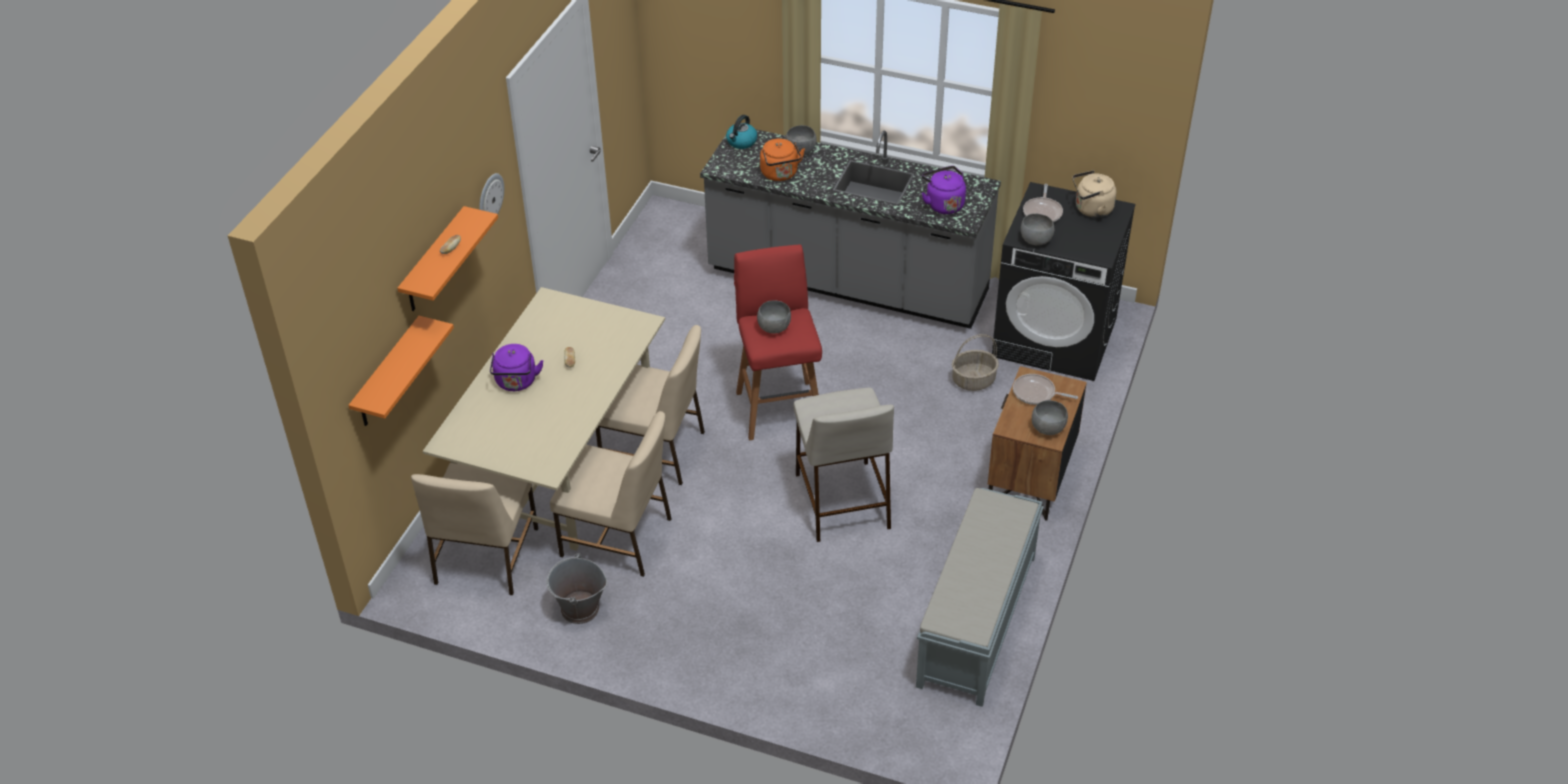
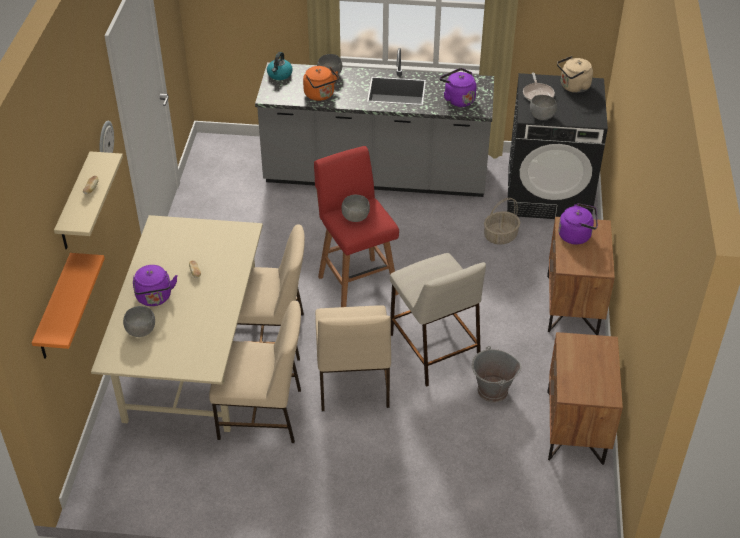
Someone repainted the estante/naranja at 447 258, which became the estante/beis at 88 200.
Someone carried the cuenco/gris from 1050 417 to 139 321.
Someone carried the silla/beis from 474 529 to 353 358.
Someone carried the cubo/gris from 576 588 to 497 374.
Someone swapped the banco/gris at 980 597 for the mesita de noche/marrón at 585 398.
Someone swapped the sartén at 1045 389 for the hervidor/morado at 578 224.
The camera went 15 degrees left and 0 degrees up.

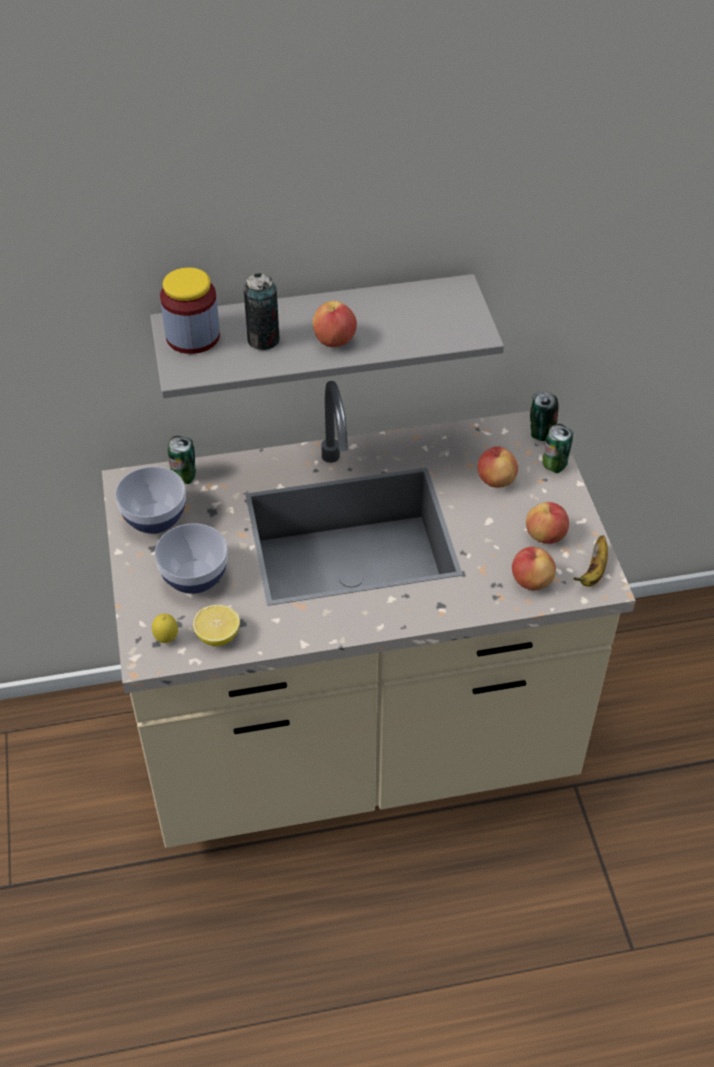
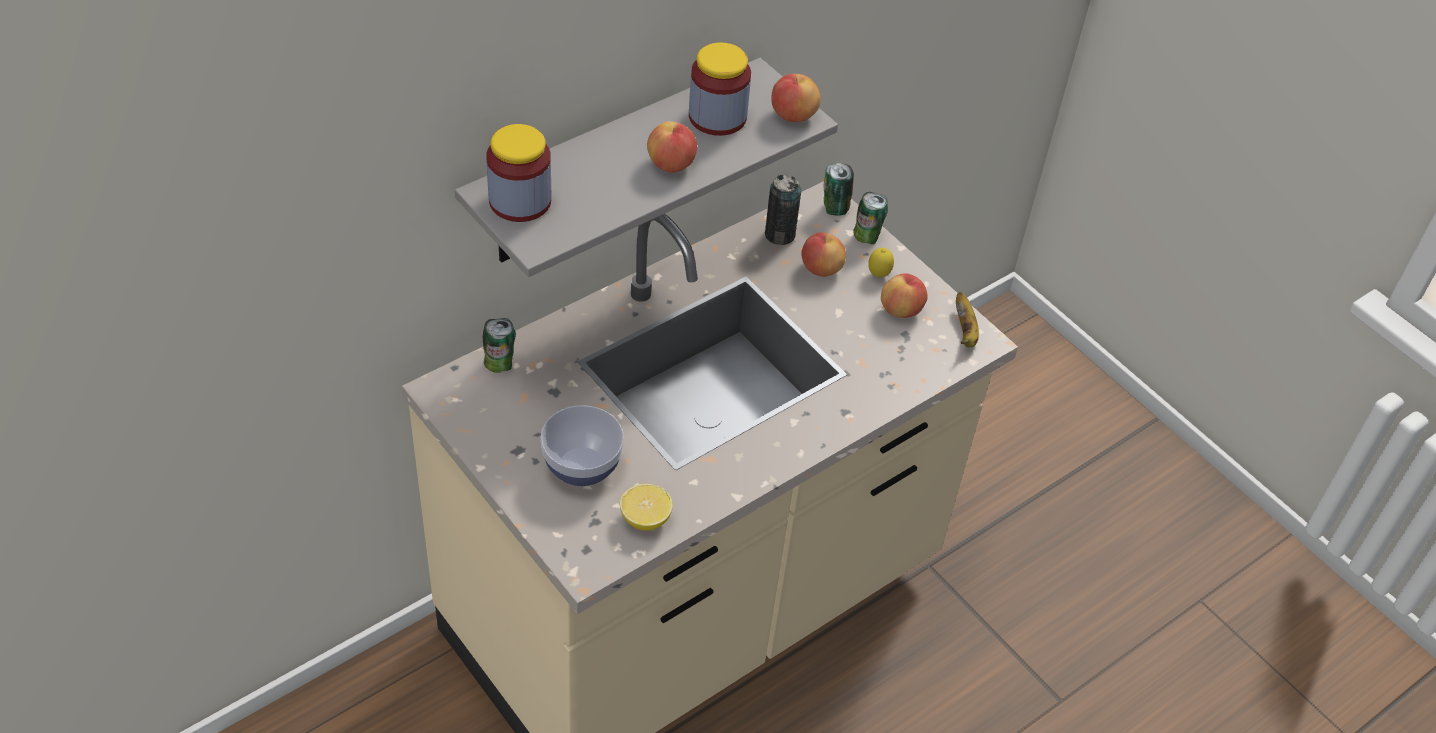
Someone put down the tarro at 720 89.
Someone carried the lata from 262 311 to 783 209.
Someone carried the manzana from 534 568 to 796 98.
Someone carried the limón from 165 628 to 881 262.
Someone took away the cuenco at 150 500.
The camera went 30 degrees left and 0 degrees up.

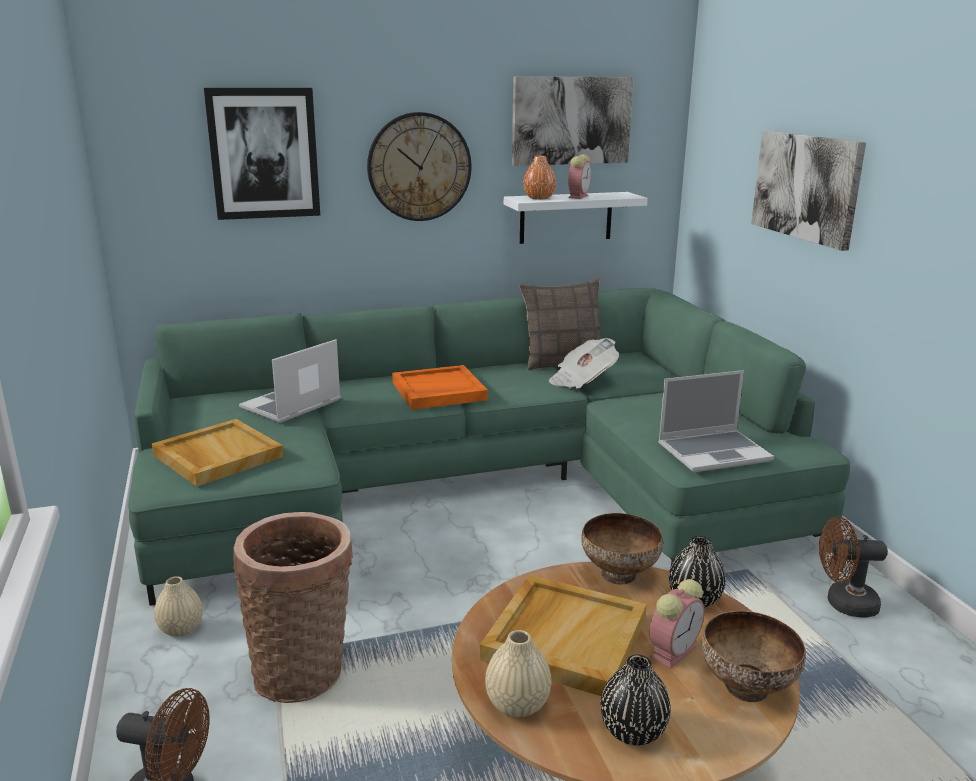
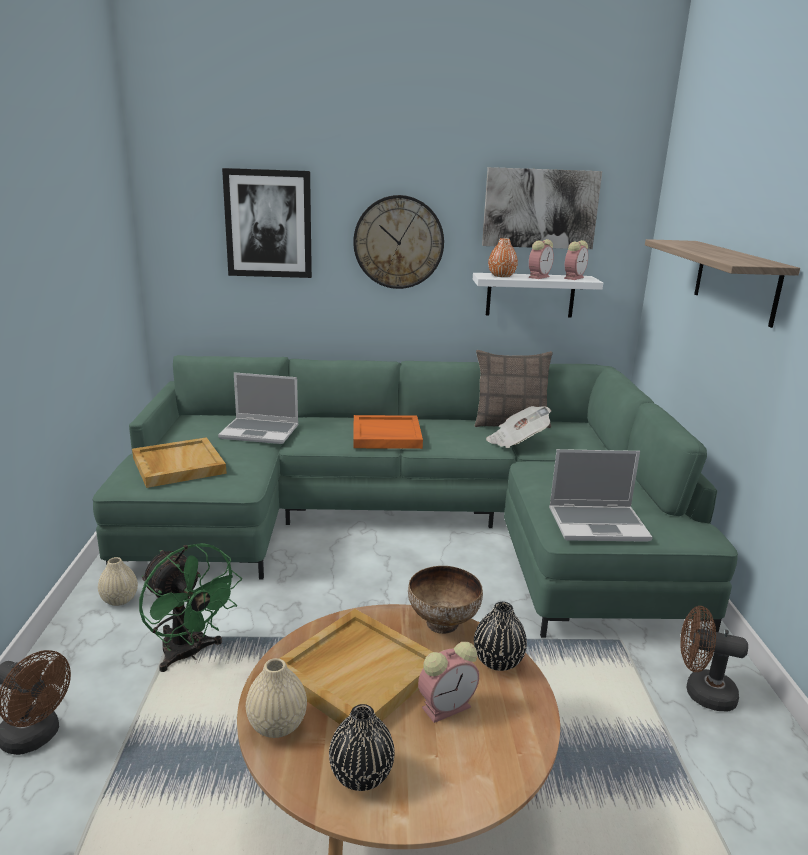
Someone swapped the cesta at 293 607 for the ventilador/verde at 190 607.
Someone rotated the portátil at 290 381 by 135 degrees counterclockwise.
Someone put down the despertador at 576 260.
Someone swapped the cuadro at 808 191 for the estante at 722 283.
Someone took away the cuenco at 754 656.
The camera went 15 degrees right and 0 degrees up.

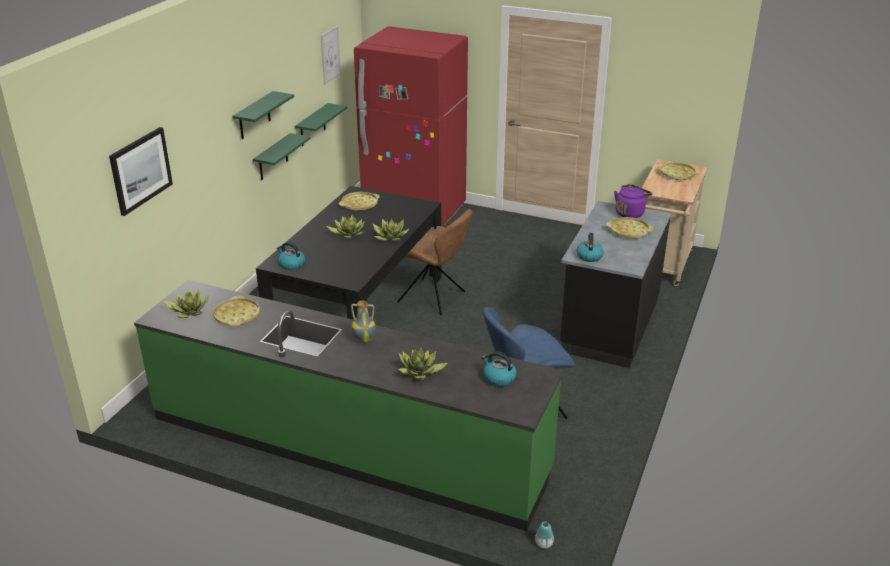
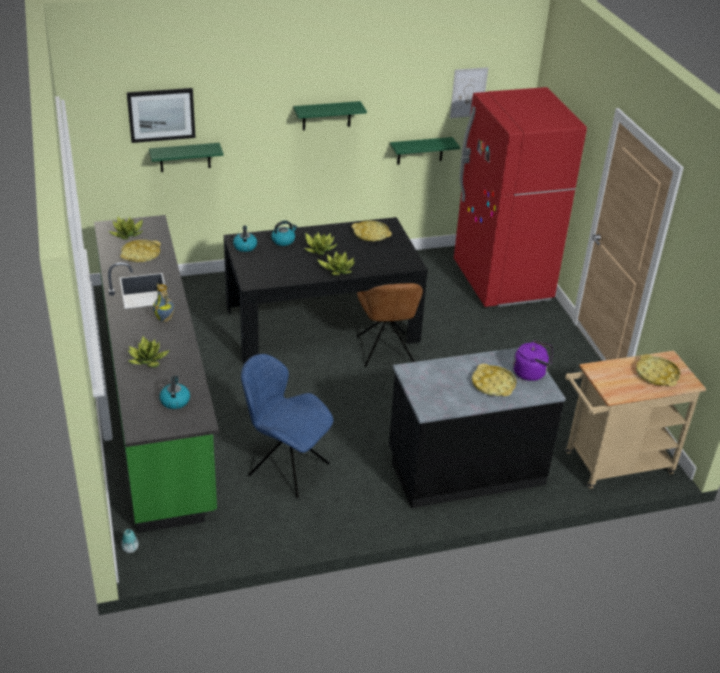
Someone carried the estante/verde from 282 156 to 186 157.
Someone carried the hervidor from 590 247 to 284 233.
The camera went 50 degrees right and 5 degrees up.

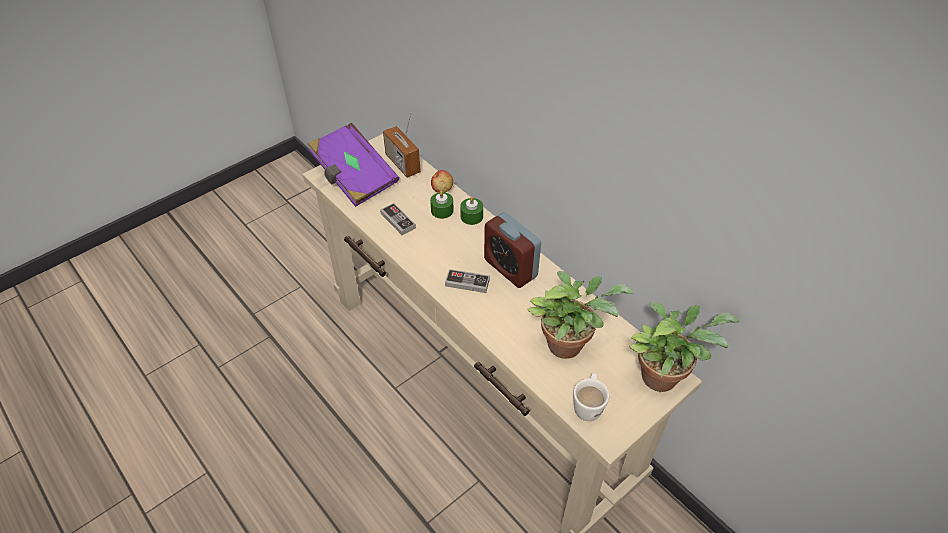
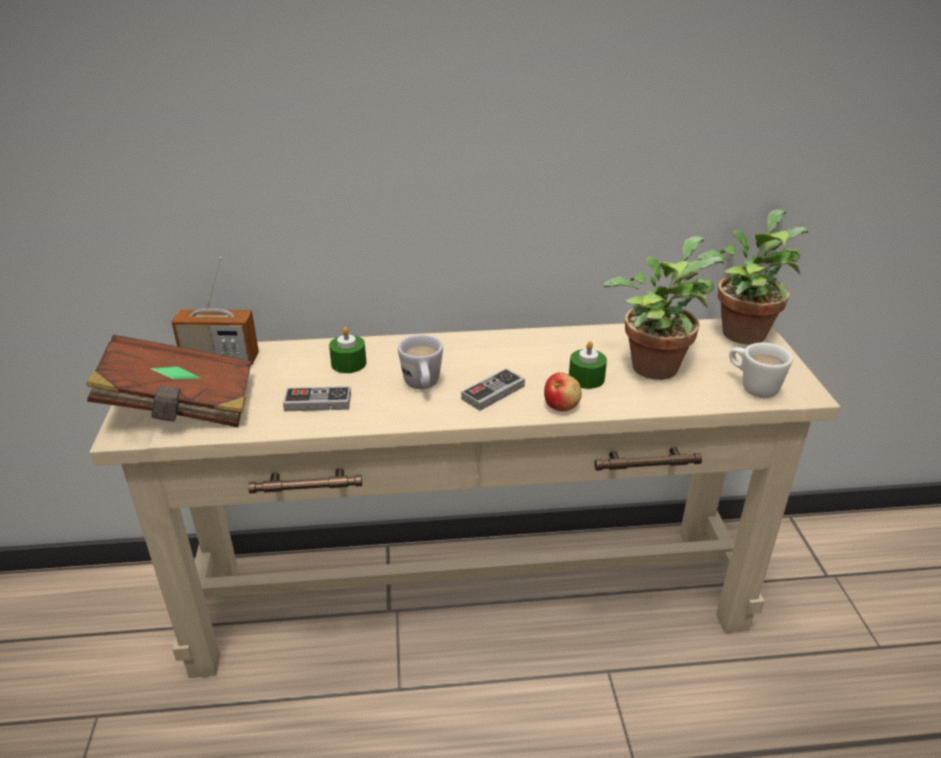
Someone repainted the libro/morado at 353 165, which became the libro/marrón at 169 381.
Someone put down the taza grande/blanco at 420 362.
Someone carried the manzana from 442 181 to 563 391.
Someone carried the vela/verde from 471 211 to 588 365.
Someone took away the despertador at 512 250.
The camera went 55 degrees left and 15 degrees down.

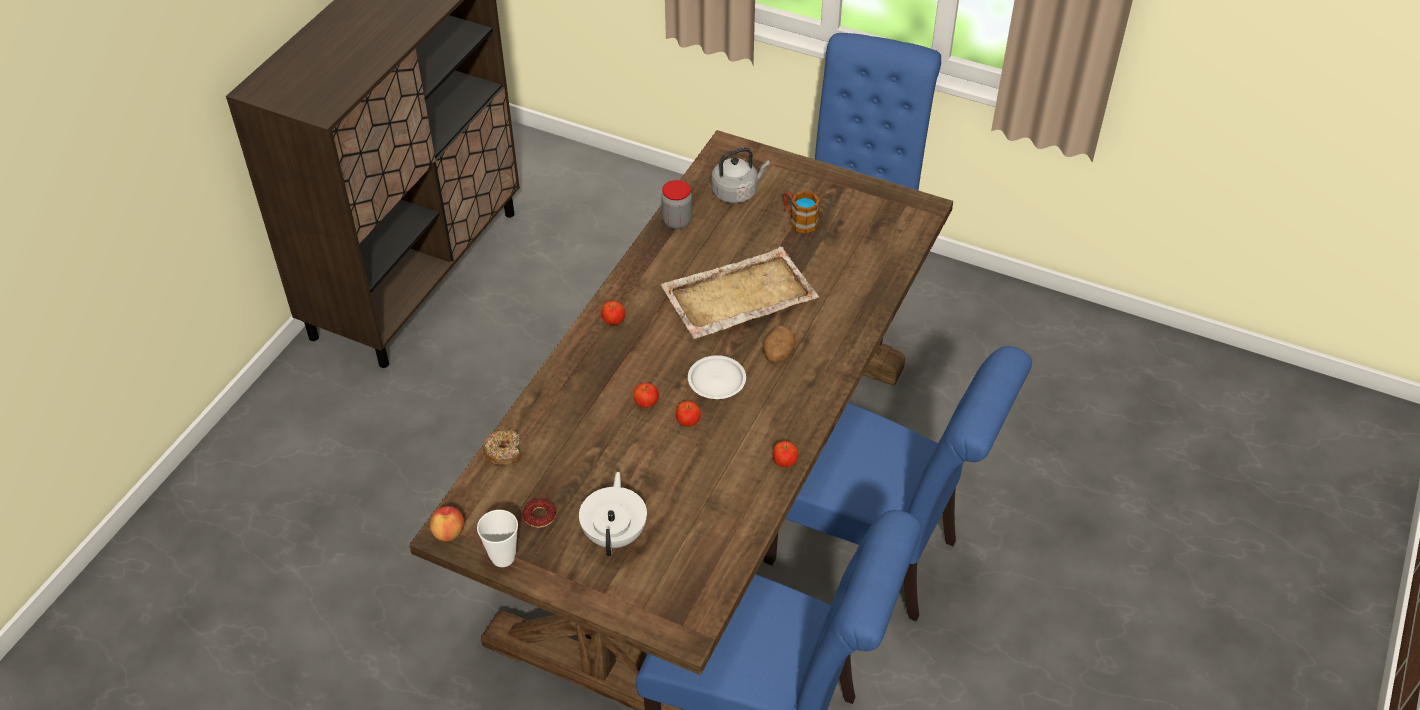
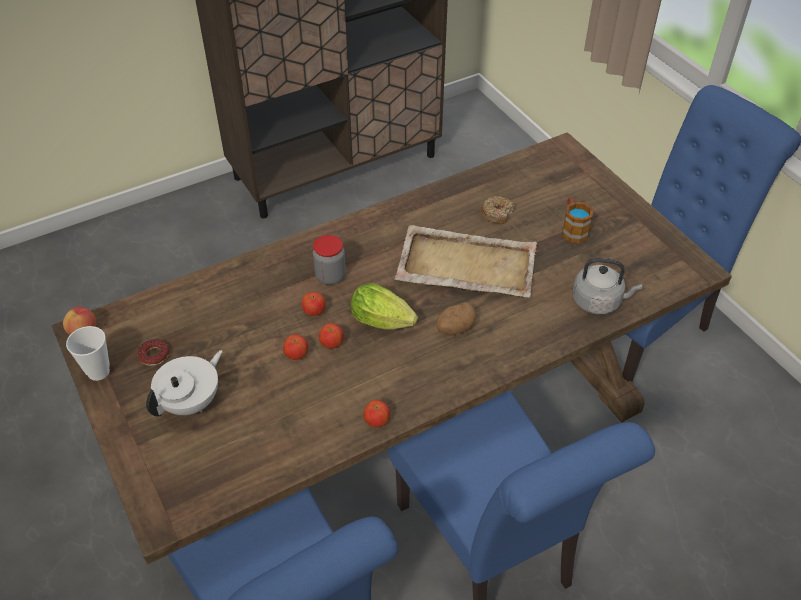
Someone carried the manzana from 613 313 to 295 347.
Someone carried the tarro from 676 204 to 329 260.
Someone swapped the plato/blanco at 717 377 for the lechuga at 384 306.
Someone carried the rosquilla from 502 447 to 497 210.
Someone carried the hervidor/gris from 740 175 to 607 286.
The camera went 35 degrees right and 0 degrees up.

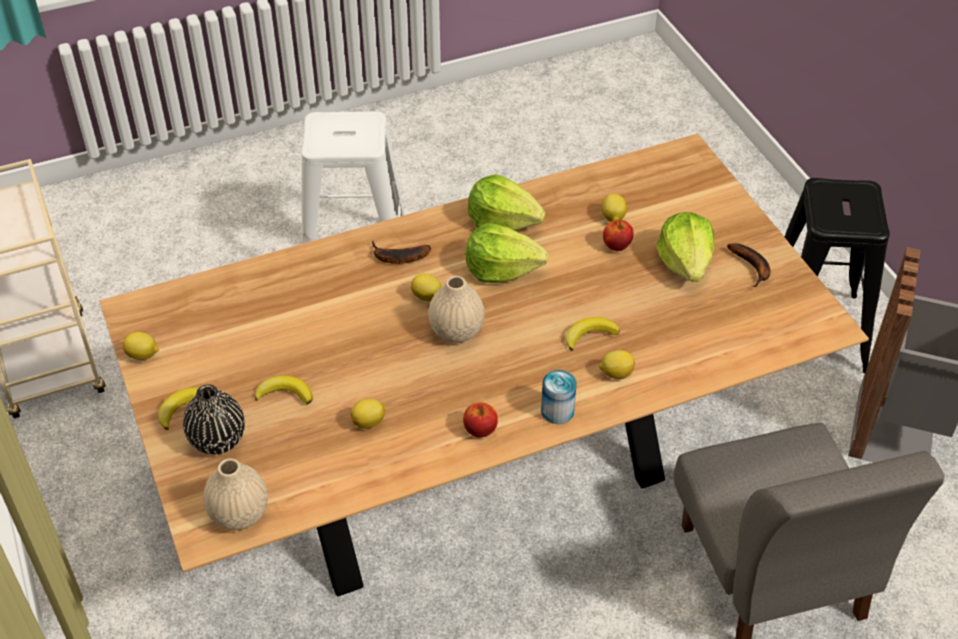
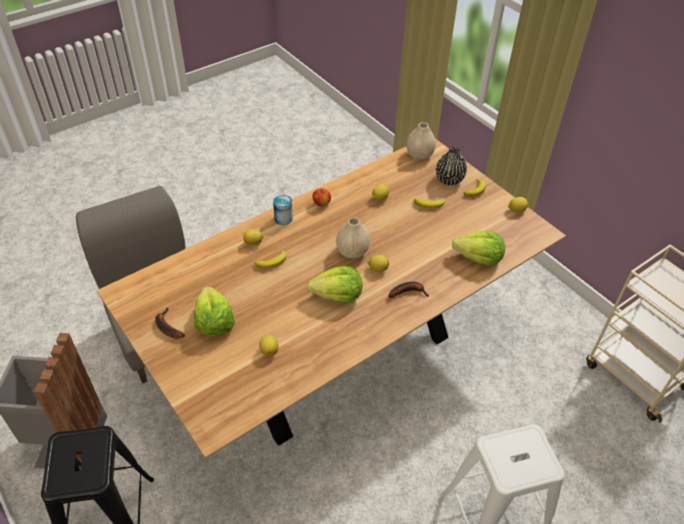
Someone carried the lechuga from 506 202 to 478 248.
Someone took away the manzana at 618 235.
The camera went 165 degrees right and 0 degrees up.

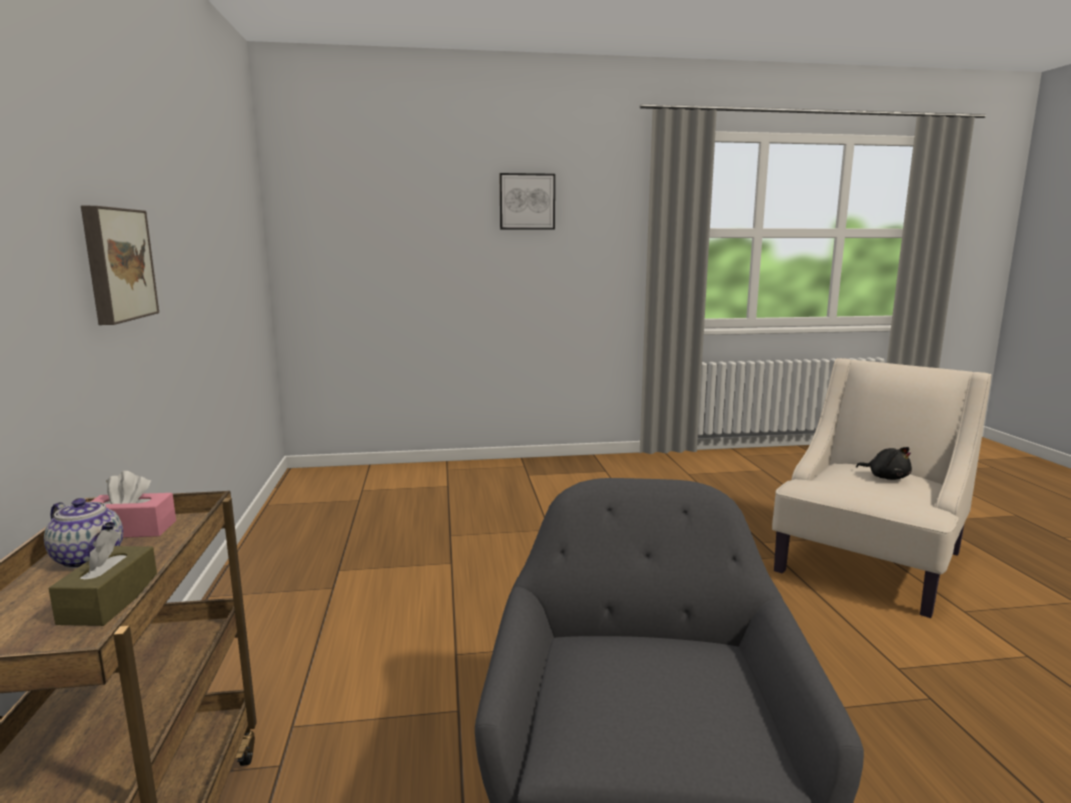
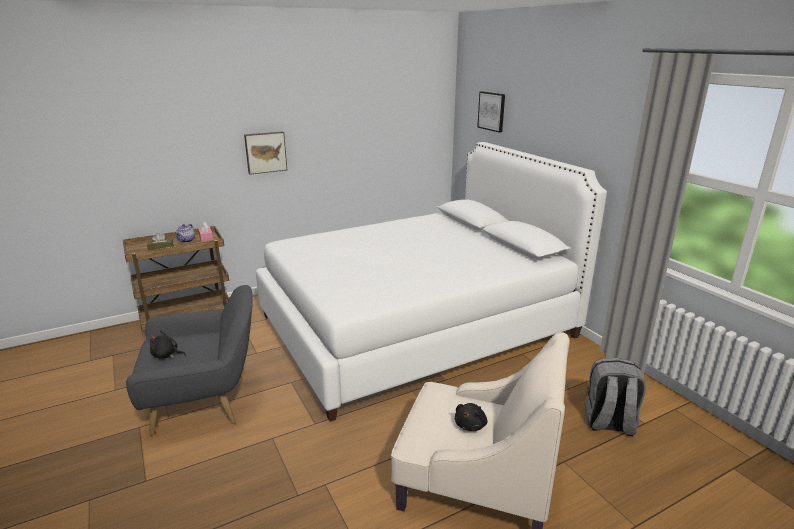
Someone put down the peluche/negro at 168 344.
Someone put down the cama/blanco at 431 282.
Someone carried the cuadro from 527 201 to 491 112.
Someone put down the mochila/gris at 615 397.
The camera went 70 degrees right and 10 degrees up.

